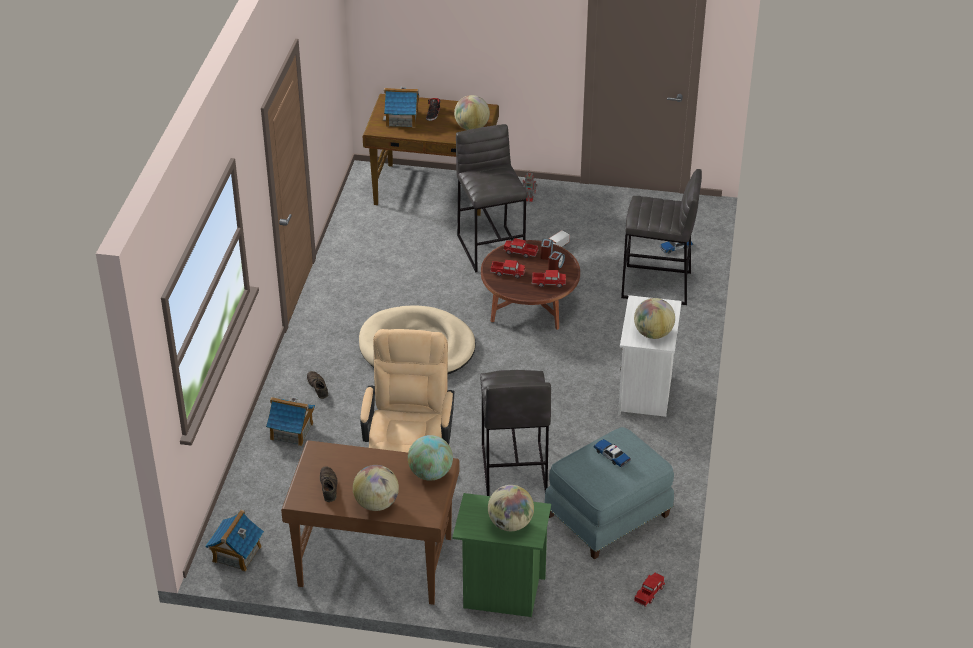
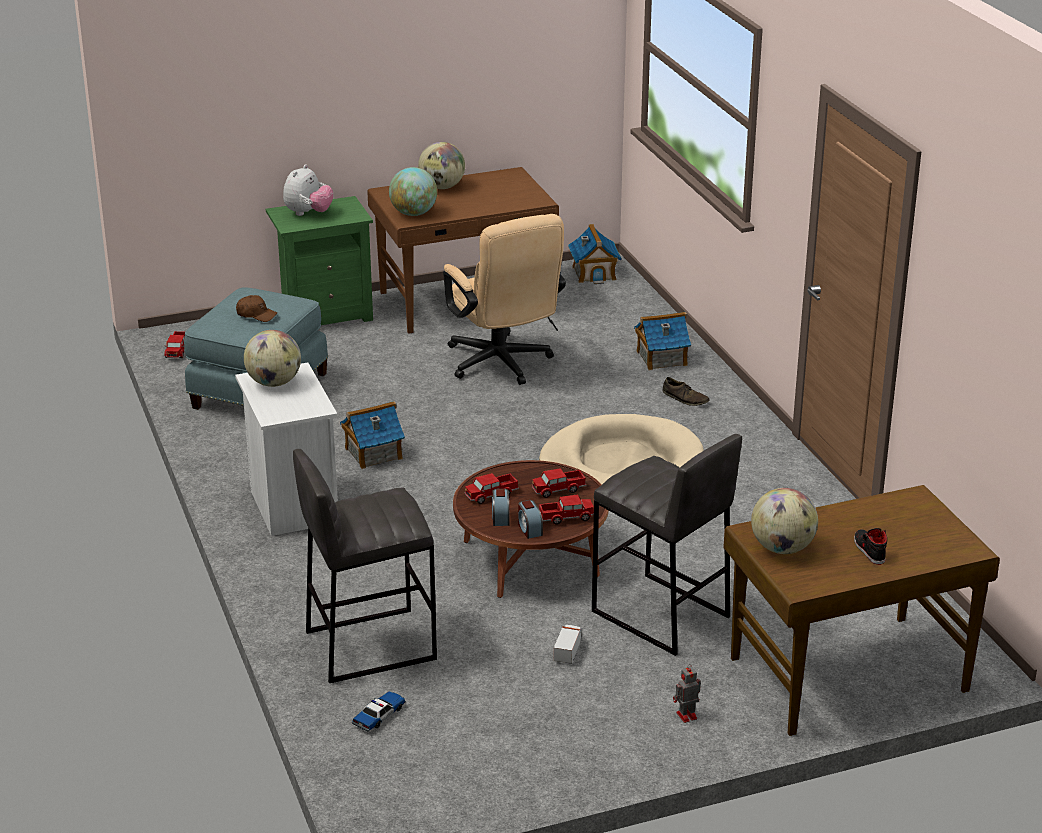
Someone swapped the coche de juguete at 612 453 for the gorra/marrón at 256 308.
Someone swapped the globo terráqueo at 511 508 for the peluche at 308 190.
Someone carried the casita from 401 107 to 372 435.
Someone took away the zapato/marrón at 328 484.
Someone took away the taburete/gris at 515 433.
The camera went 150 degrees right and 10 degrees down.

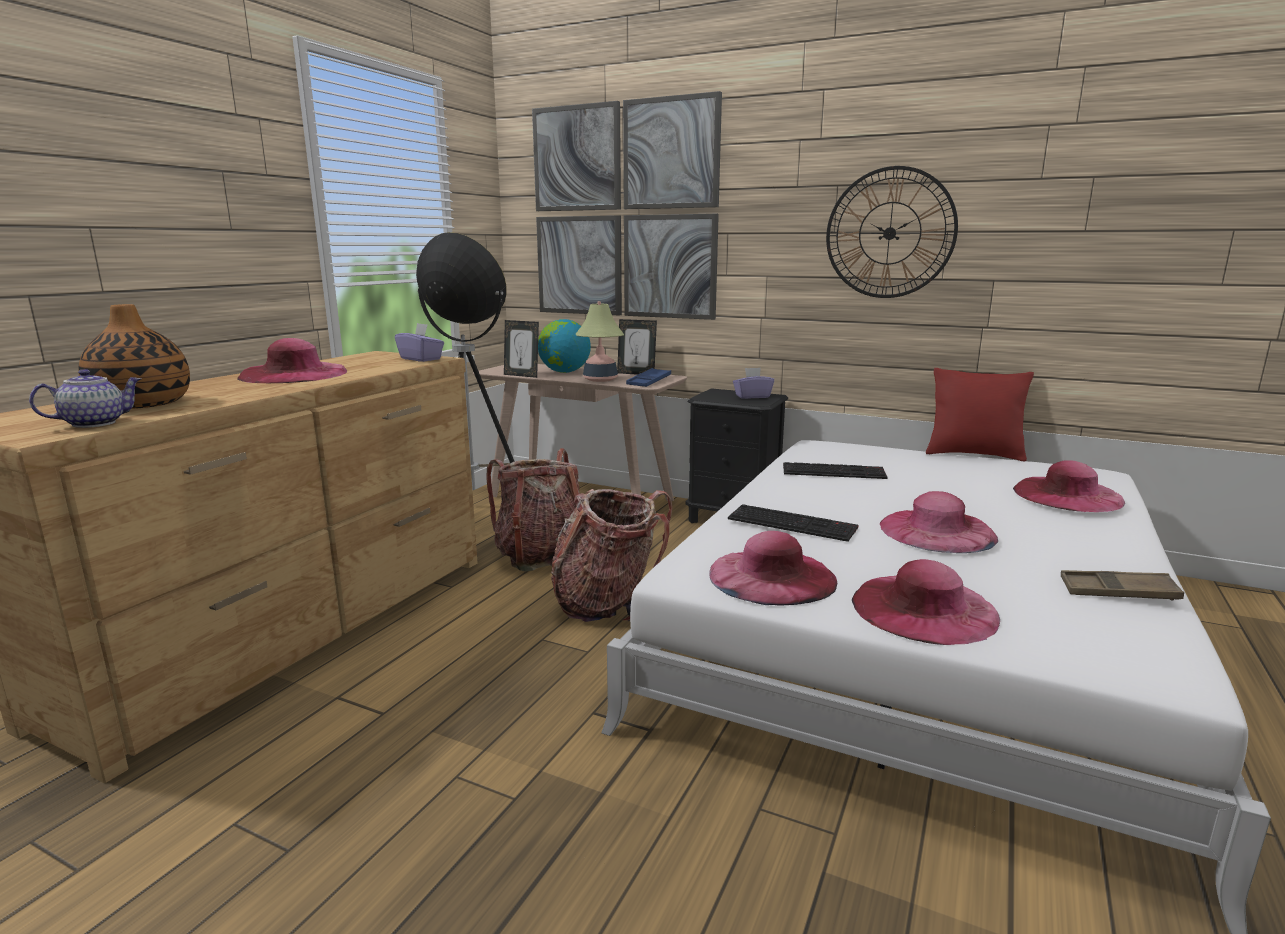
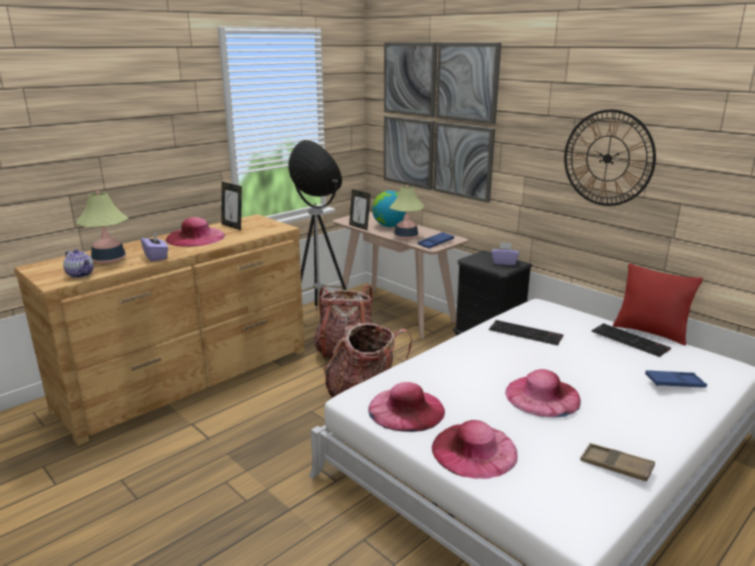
Someone rotated the tetera at 85 398 by 60 degrees clockwise.
Someone swapped the florero at 134 356 for the lámpara de mesa at 102 227.
Someone carried the caja de pañuelos/morado from 419 342 to 154 246.
Someone carried the portarretratos from 637 347 to 231 206.
Someone carried the teclado from 793 523 to 631 340.
Someone swapped the sombrero/rosa at 1069 486 for the bandeja/azul at 676 379.
The camera went 20 degrees right and 5 degrees up.

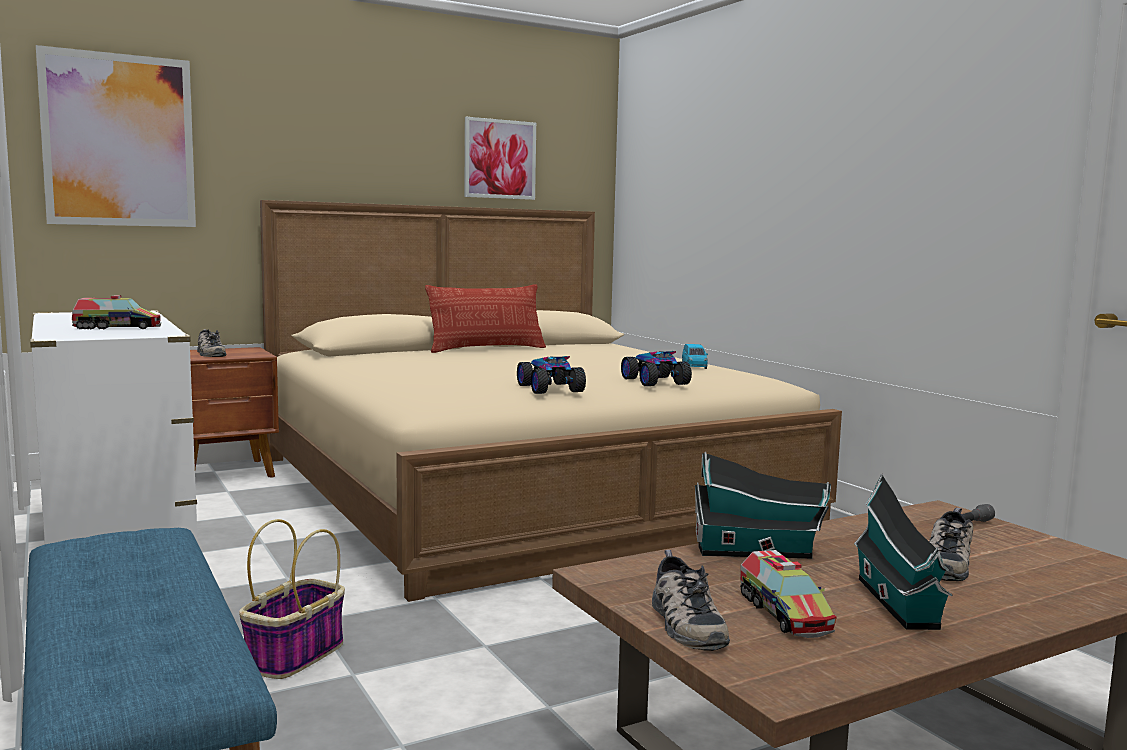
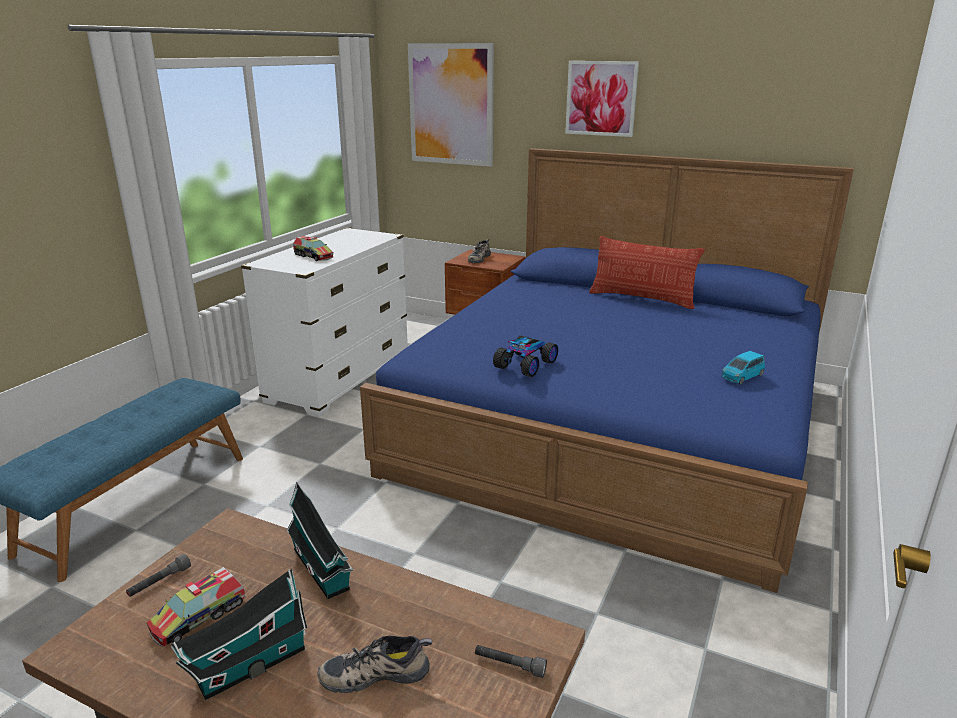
Someone swapped the zapato at 691 600 for the linterna/gris at 158 575.
Someone repainted the cama/beis at 551 401, which became the cama/azul at 607 370.
Someone carried the cuadro from 500 158 to 602 99.
Someone took away the cesta at 292 599.
Someone took away the coche de juguete at 656 368.
The camera went 55 degrees right and 15 degrees up.

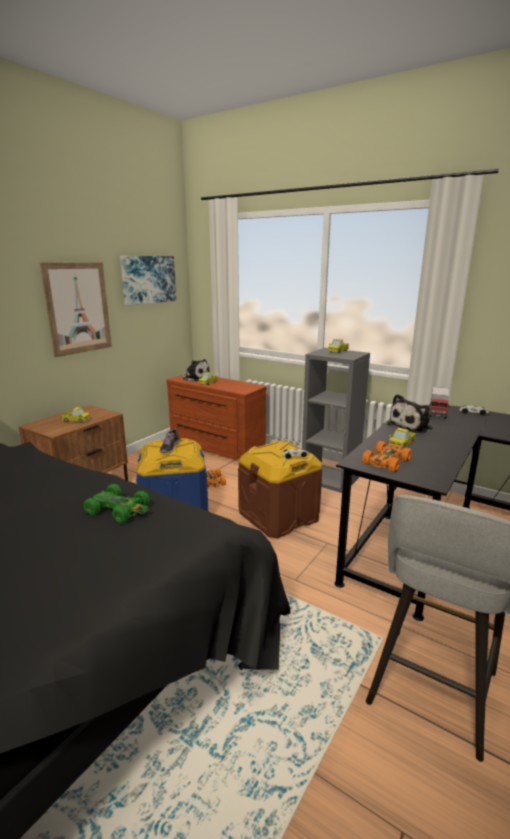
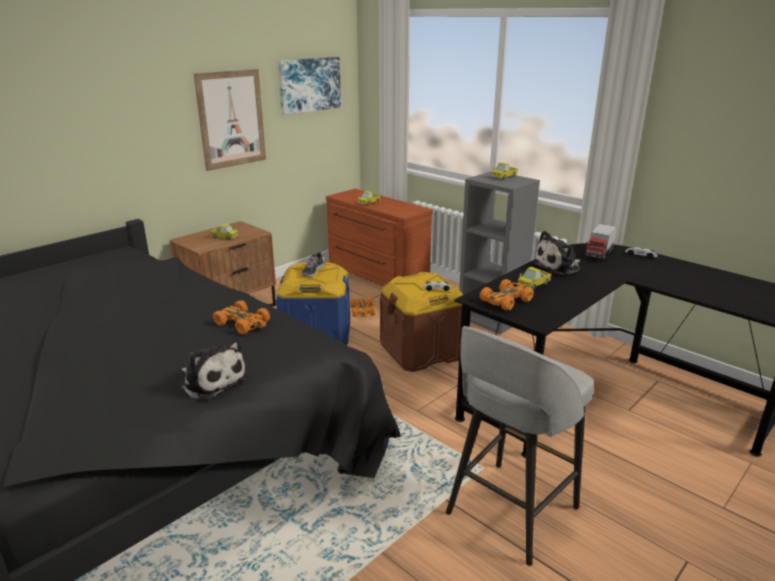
Someone carried the peluche from 194 370 to 213 369.
Someone repainted the coche de juguete/verde at 116 503, which became the coche de juguete/naranja at 241 317.
The camera went 10 degrees right and 5 degrees up.

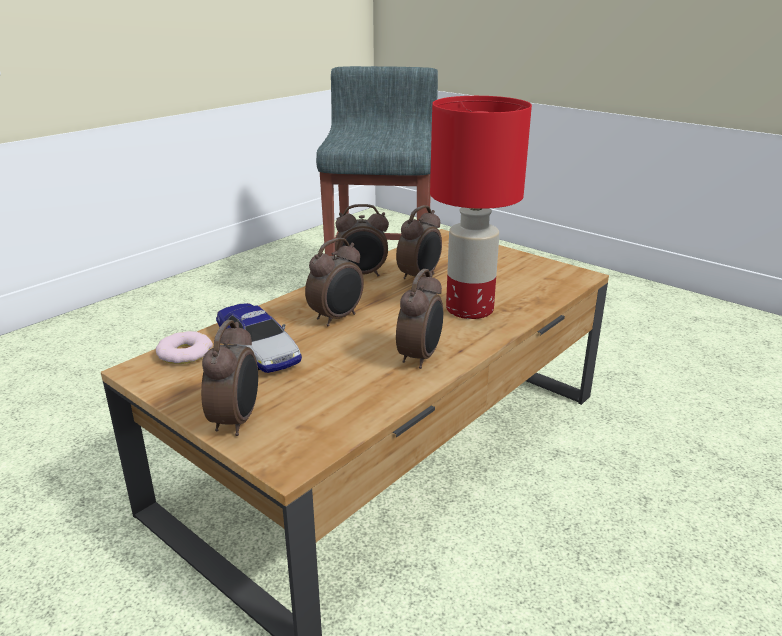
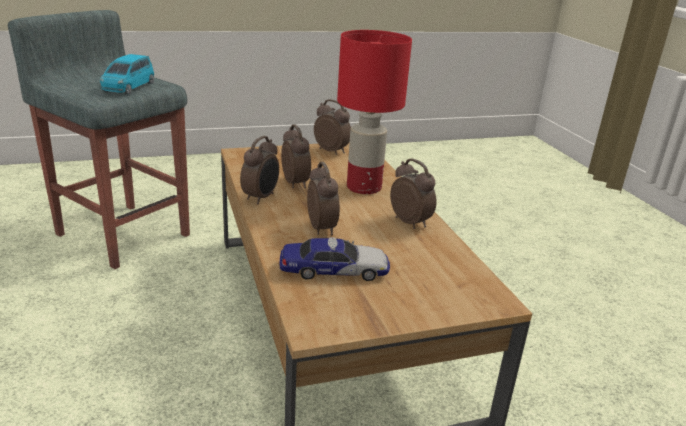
Someone put down the coche de juguete/azul at 127 74.
Someone carried the despertador from 229 378 to 332 127.
Someone took away the rosquilla at 184 347.
The camera went 60 degrees left and 0 degrees up.

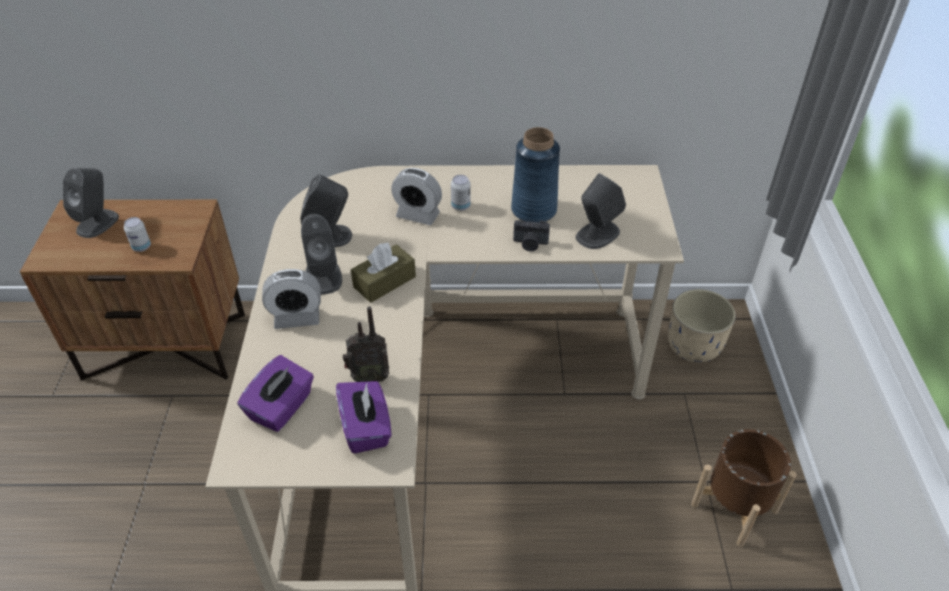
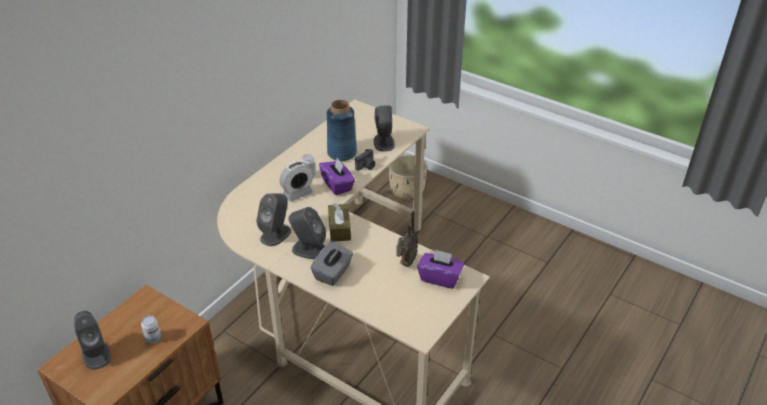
Someone swapped the despertador at 291 299 for the caja de pañuelos/gris at 332 263.
Someone carried the caja de pañuelos/morado from 275 393 to 337 176.
Someone took away the maceta/marrón at 744 488.
The camera went 55 degrees left and 5 degrees down.

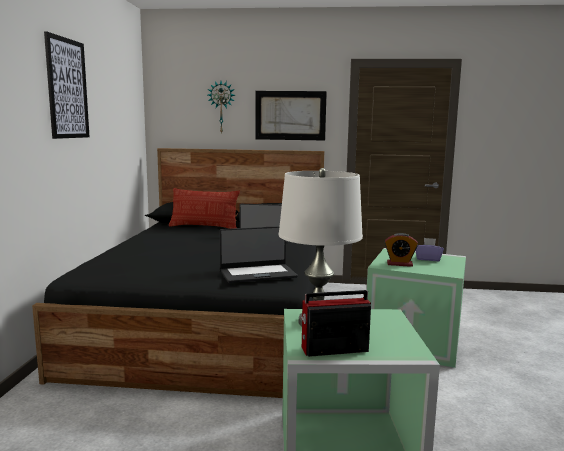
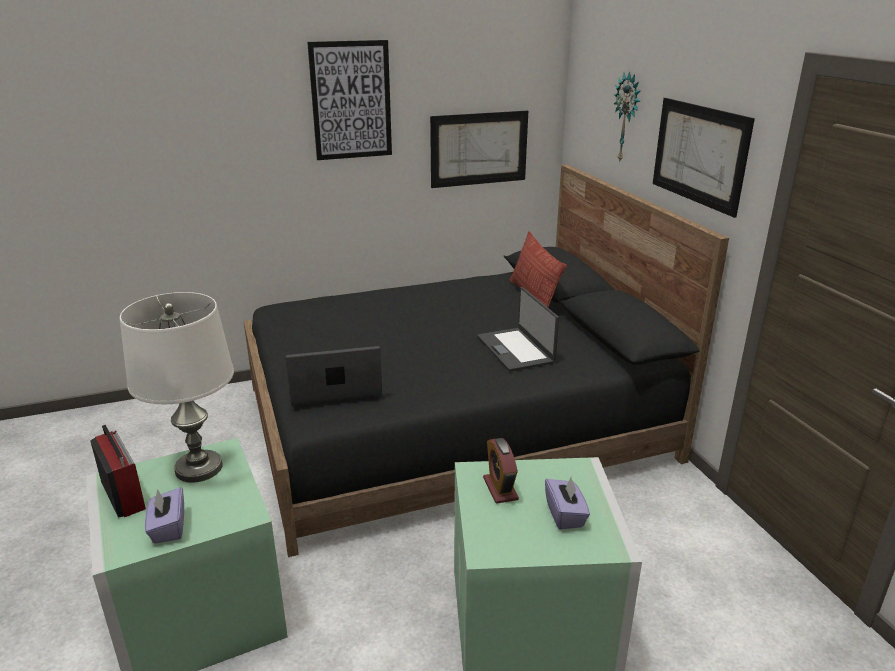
Someone put down the caja de pañuelos/morado at 164 515.
Someone rotated the portátil at 259 254 by 120 degrees clockwise.
Someone put up the cuadro at 479 149.
The camera went 65 degrees right and 15 degrees up.

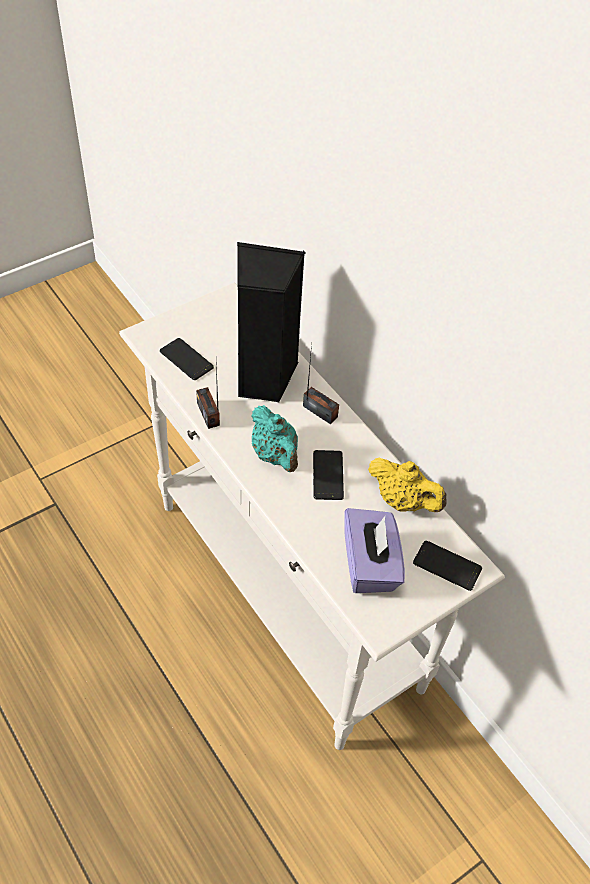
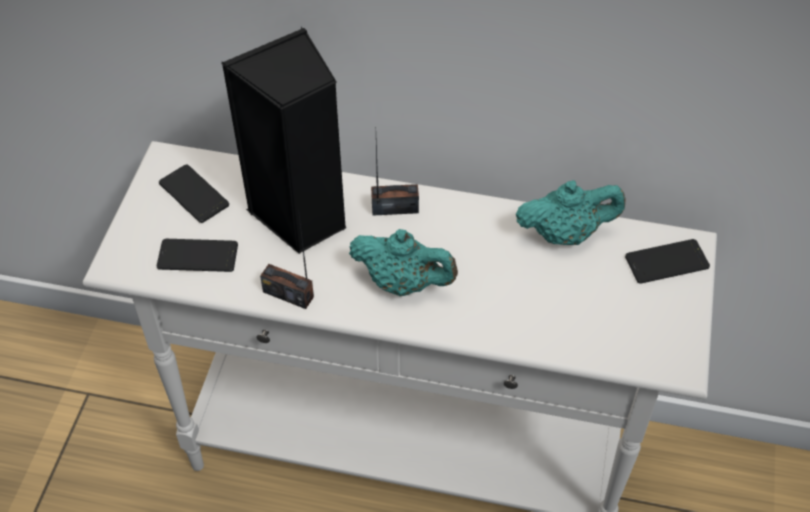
Someone carried the móvil from 328 475 to 194 194.
Someone repainted the tetera/amarillo at 407 485, which became the tetera/turquesa at 571 212.
Someone took away the caja de pañuelos/morado at 374 550.
The camera went 40 degrees left and 0 degrees up.

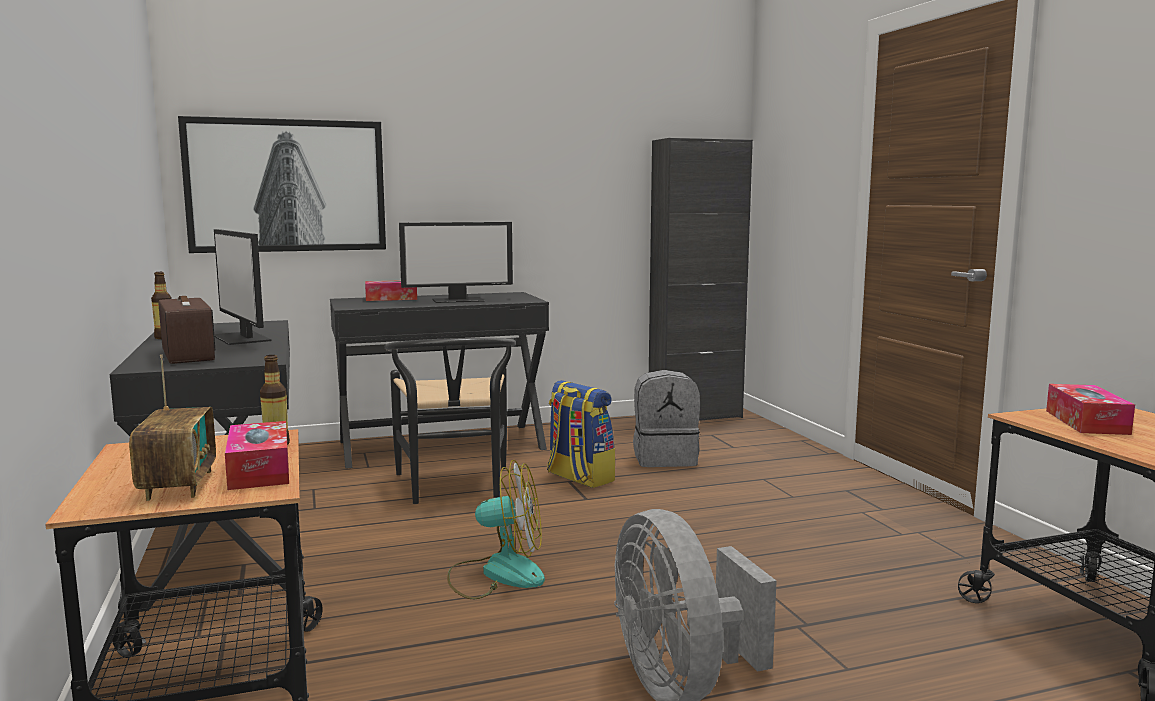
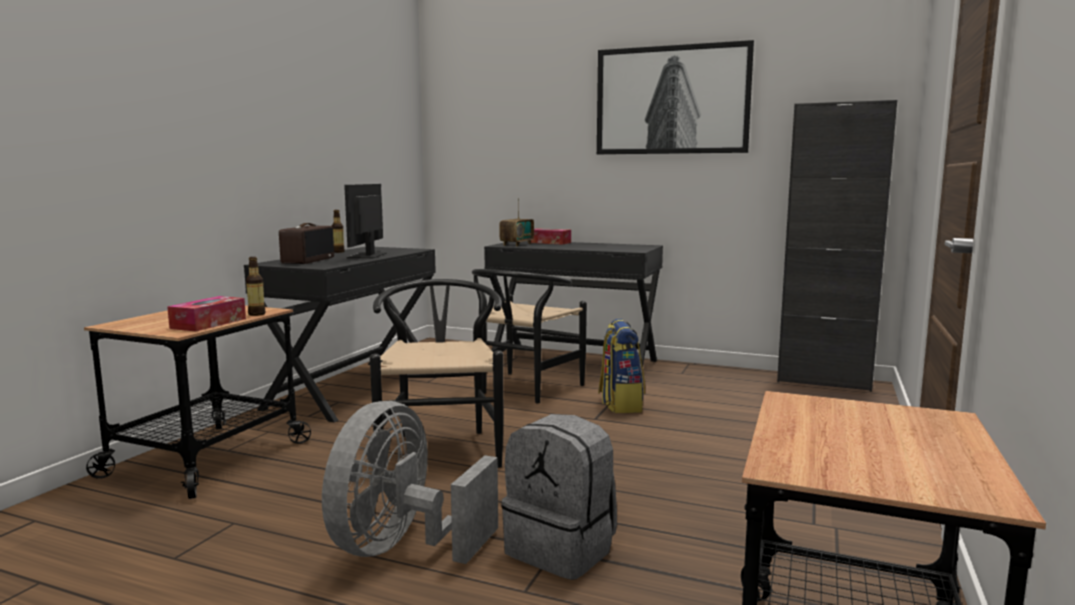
Someone swapped the ventilador at 496 529 for the silla/negro at 436 373.
Someone carried the radio from 172 428 to 516 222.
Someone carried the mochila/gris from 666 418 to 559 497.
Someone carried the cuadro from 282 184 to 675 97.
Someone took away the monitor at 456 262.
Someone took away the caja de pañuelos at 1090 409.
The camera went 40 degrees right and 0 degrees up.

